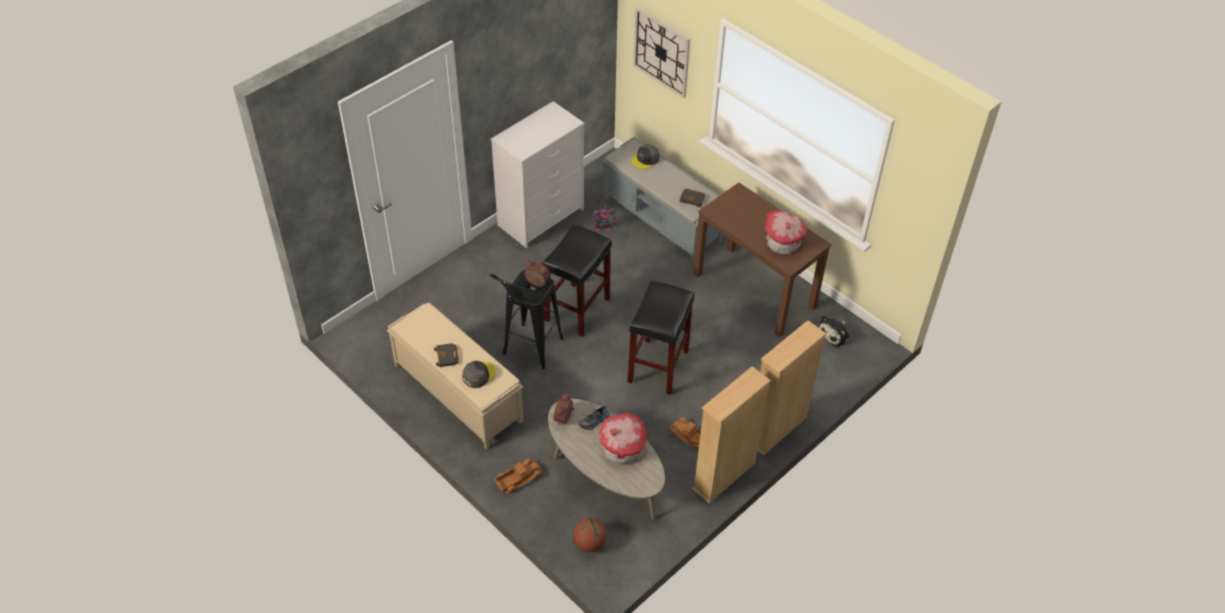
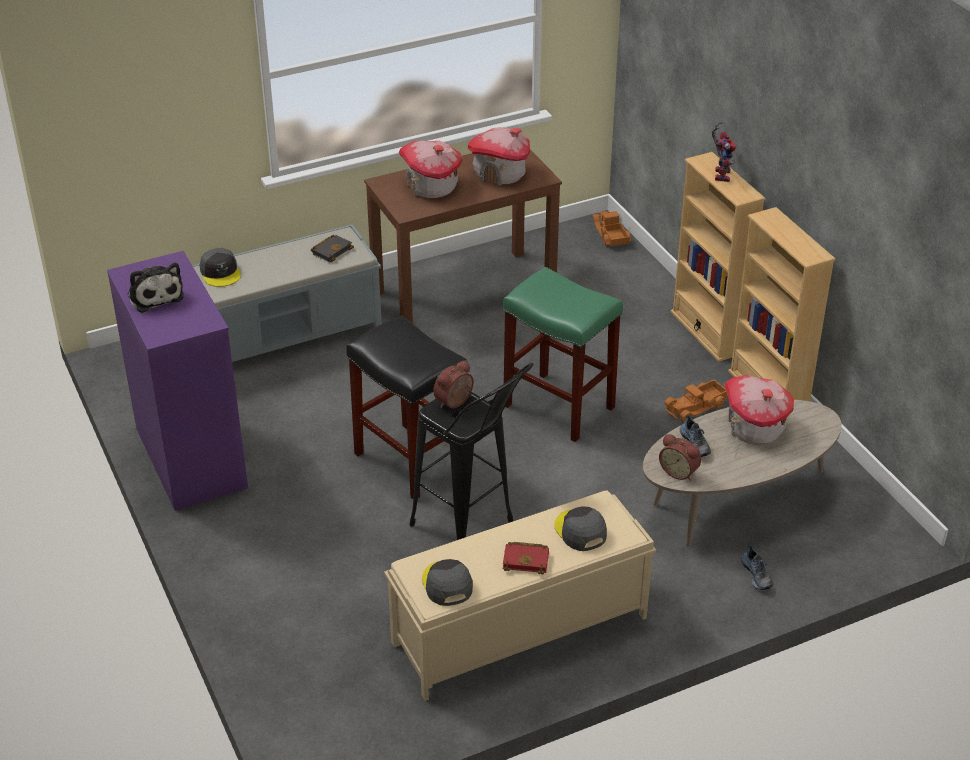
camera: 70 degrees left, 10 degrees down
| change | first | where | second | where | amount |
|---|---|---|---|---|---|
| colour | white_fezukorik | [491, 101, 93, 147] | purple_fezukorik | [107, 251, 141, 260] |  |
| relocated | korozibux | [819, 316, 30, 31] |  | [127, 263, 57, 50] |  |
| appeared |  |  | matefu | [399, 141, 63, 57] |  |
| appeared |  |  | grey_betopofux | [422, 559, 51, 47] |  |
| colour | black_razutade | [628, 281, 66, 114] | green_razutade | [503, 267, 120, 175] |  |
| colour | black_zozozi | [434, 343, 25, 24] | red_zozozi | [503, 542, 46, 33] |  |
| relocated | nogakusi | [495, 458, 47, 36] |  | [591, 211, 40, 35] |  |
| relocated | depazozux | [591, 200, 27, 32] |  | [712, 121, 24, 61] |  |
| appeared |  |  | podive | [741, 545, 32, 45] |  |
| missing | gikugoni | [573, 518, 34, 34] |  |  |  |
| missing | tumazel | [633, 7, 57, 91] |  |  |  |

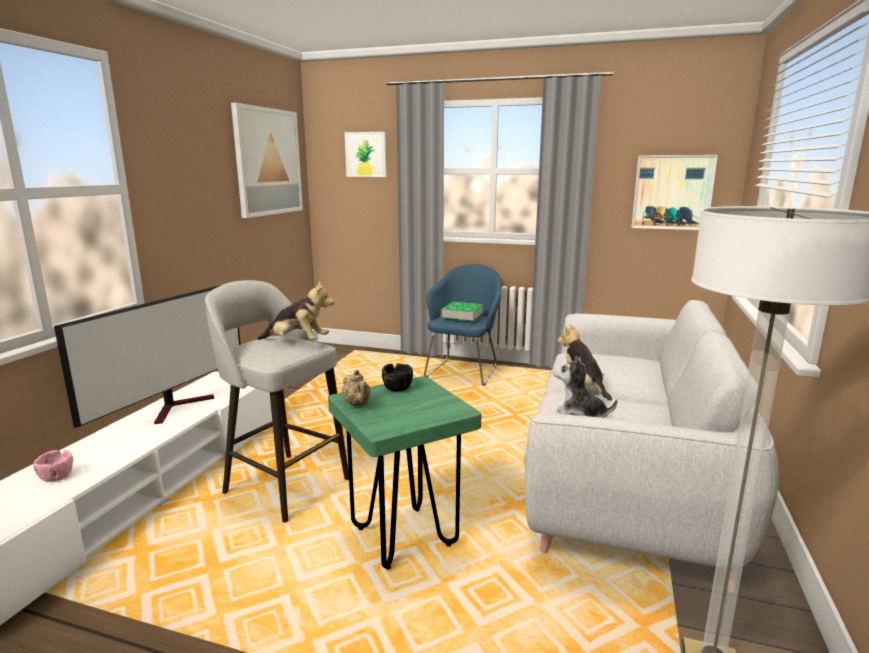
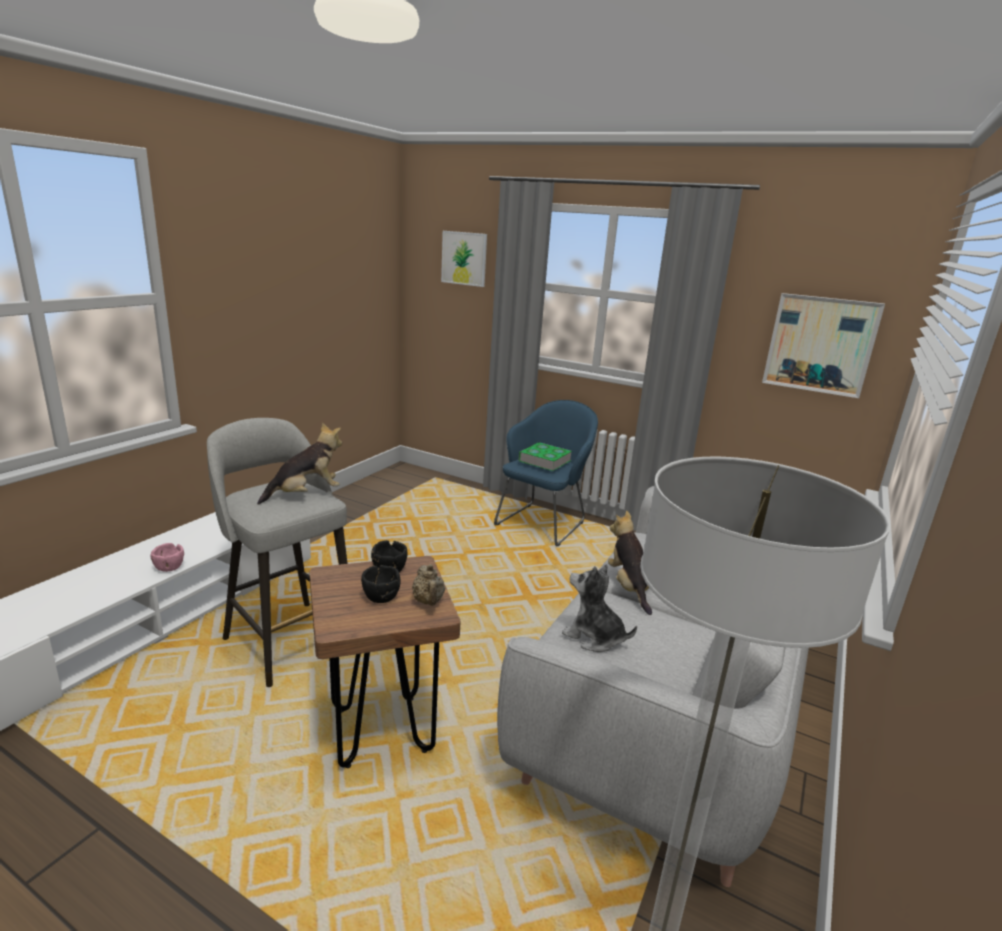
camera: 10 degrees right, 5 degrees up
| change | first | where | second | where | amount |
|---|---|---|---|---|---|
| relocated | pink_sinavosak | [34, 450, 39, 32] |  | [151, 543, 33, 29] |  |
| spun | korozibux | [257, 280, 77, 60] |  | [257, 423, 85, 82] | 60 degrees counterclockwise |
| colour | green_razutade | [328, 376, 153, 193] | brown_razutade | [309, 556, 152, 212] |  |
| appeared |  |  | black_sinavosak | [361, 565, 39, 38] |  |
| relocated | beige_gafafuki | [341, 370, 30, 36] |  | [412, 564, 33, 42] |  |
| missing | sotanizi | [54, 285, 187, 143] |  |  |  |
| missing | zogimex | [231, 103, 72, 115] |  |  |  |

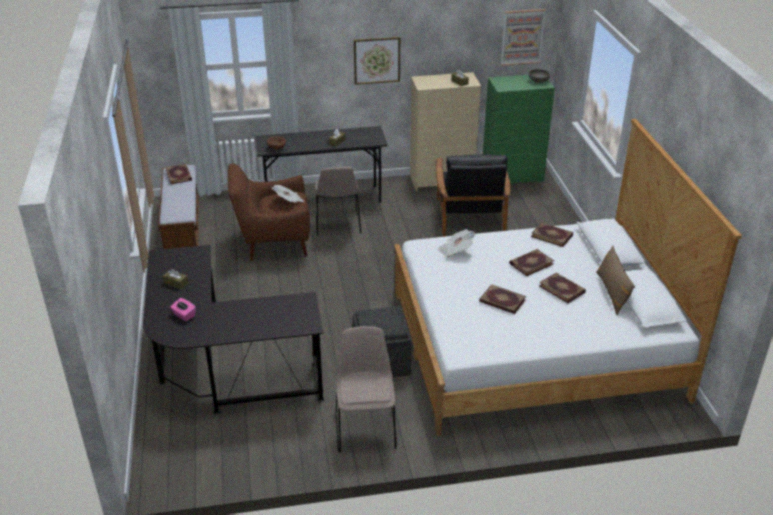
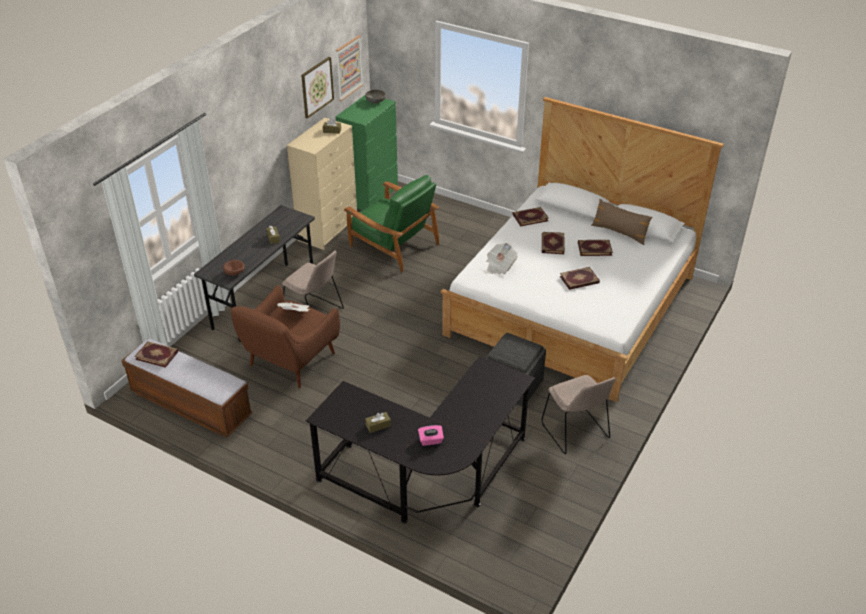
camera: 50 degrees left, 5 degrees up
| change | first | where | second | where | amount |
|---|---|---|---|---|---|
| relocated | zogimex | [354, 37, 46, 48] |  | [301, 57, 33, 61] |  |
| colour | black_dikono | [436, 154, 75, 83] | green_dikono | [344, 175, 95, 97] |  |
| spun | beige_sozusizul | [335, 326, 62, 126] |  | [541, 375, 74, 79] | 150 degrees counterclockwise |

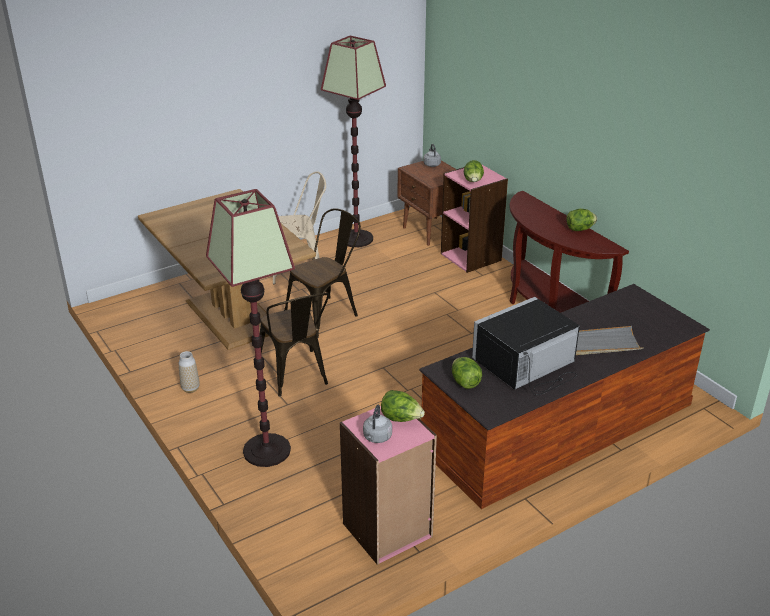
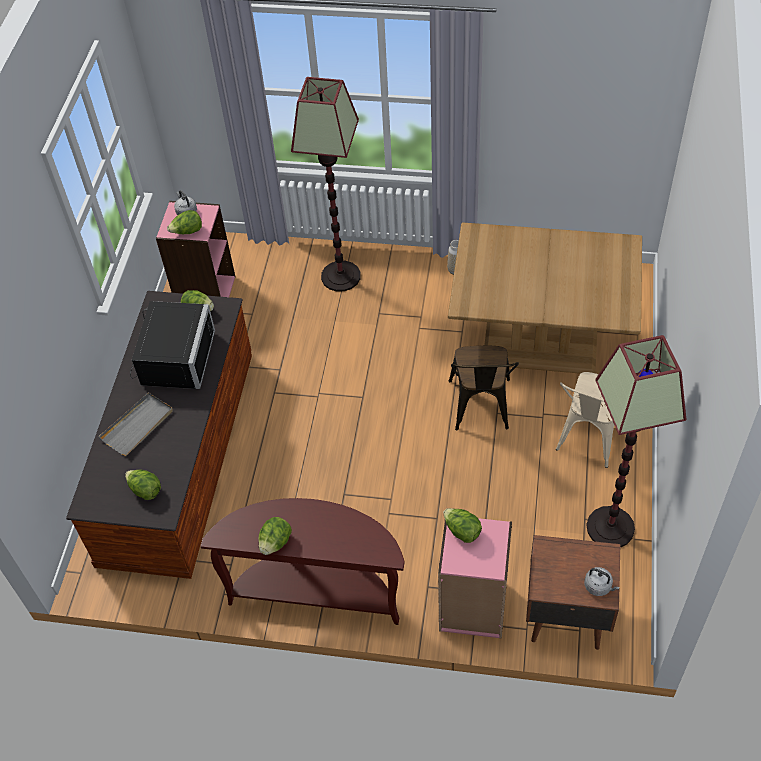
camera: 135 degrees right, 20 degrees up
| change | first | where | second | where | amount |
|---|---|---|---|---|---|
| appeared |  |  | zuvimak | [125, 470, 36, 30] |  |
| missing | brown_sozusizul | [260, 293, 69, 104] |  |  |  |

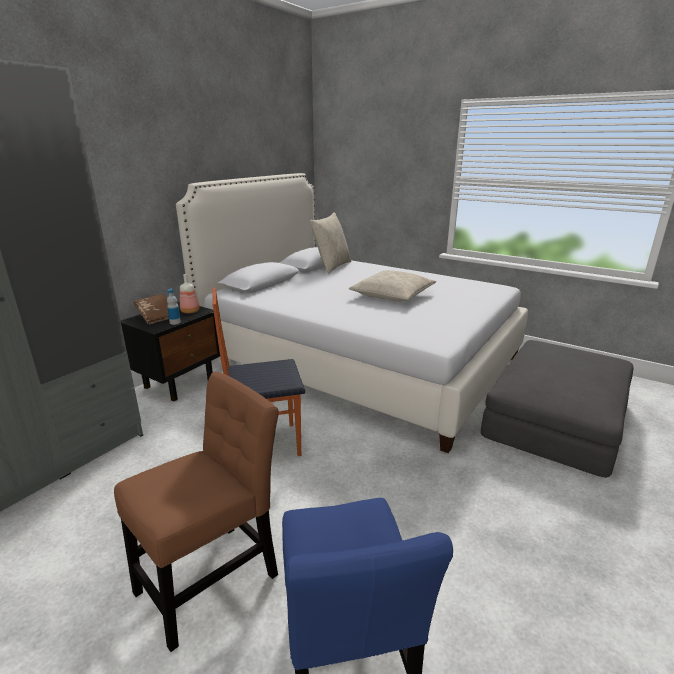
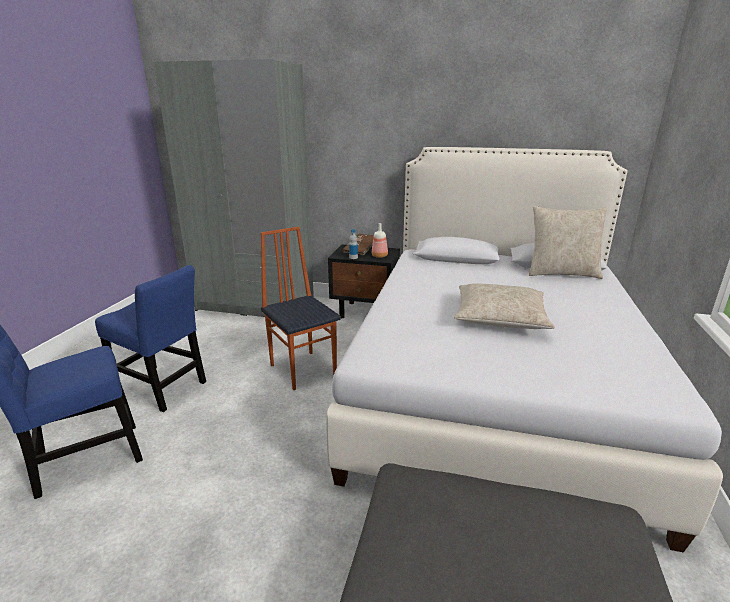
camera: 70 degrees right, 0 degrees up
| change | first | where | second | where | amount |
|---|---|---|---|---|---|
| colour | brown_sozusizul | [114, 371, 165, 281] | blue_sozusizul | [95, 265, 111, 147] |  |

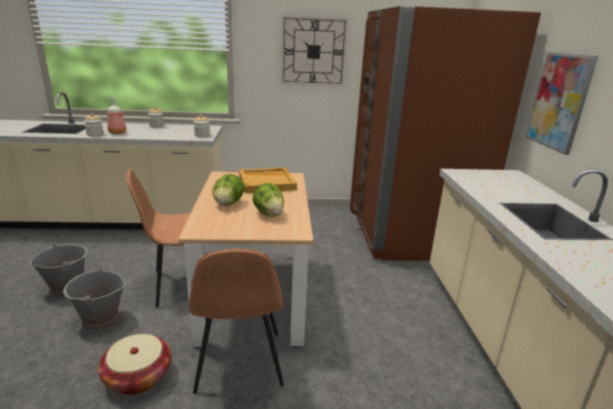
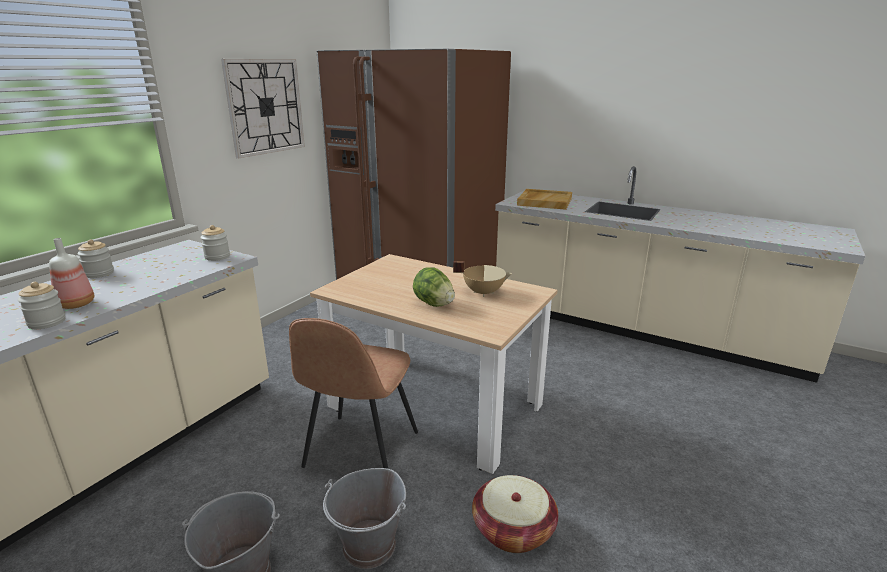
camera: 55 degrees left, 0 degrees up
| change | first | where | second | where | amount |
|---|---|---|---|---|---|
| exchanged | zuvimak | [252, 183, 32, 34] | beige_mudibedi | [453, 261, 59, 36] |  |
| relocated | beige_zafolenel | [239, 167, 58, 26] |  | [517, 189, 55, 21] |  |
| missing | brown_sozusizul | [189, 248, 95, 146] |  |  |  |
| missing | zogimex | [526, 52, 72, 103] |  |  |  |

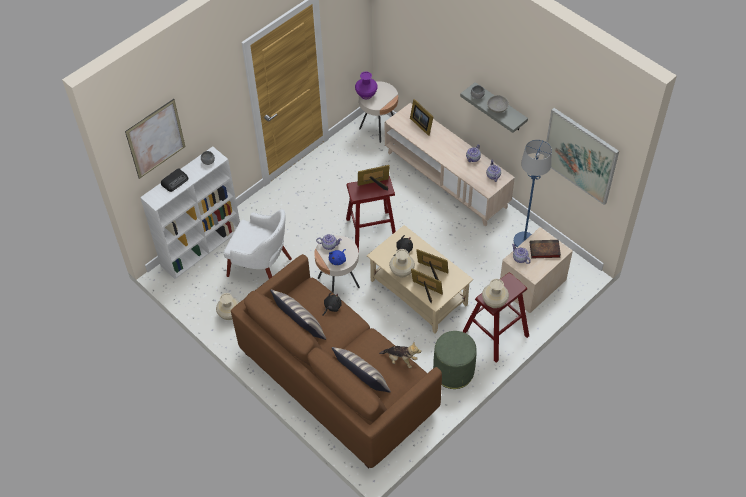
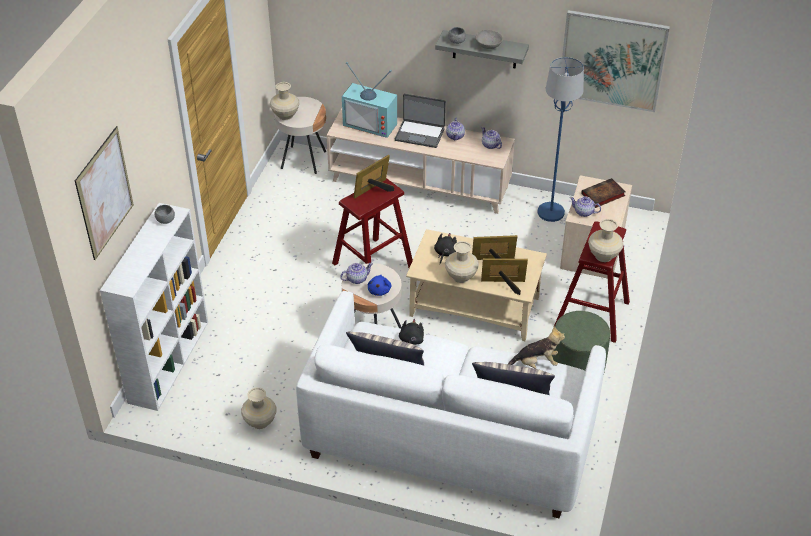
camera: 30 degrees left, 10 degrees down
| change | first | where | second | where | amount |
|---|---|---|---|---|---|
| colour | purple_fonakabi | [355, 71, 23, 28] | beige_fonakabi | [270, 82, 29, 38] |  |
| colour | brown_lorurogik | [231, 254, 211, 214] | white_lorurogik | [296, 291, 310, 227] |  |
| exchanged | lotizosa | [410, 99, 24, 37] | sotanizi | [342, 62, 55, 76] |  |
| appeared |  |  | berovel | [395, 94, 51, 54] |  |
| missing | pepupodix | [161, 168, 27, 24] |  |  |  |
| missing | white_dikono | [224, 209, 68, 70] |  |  |  |

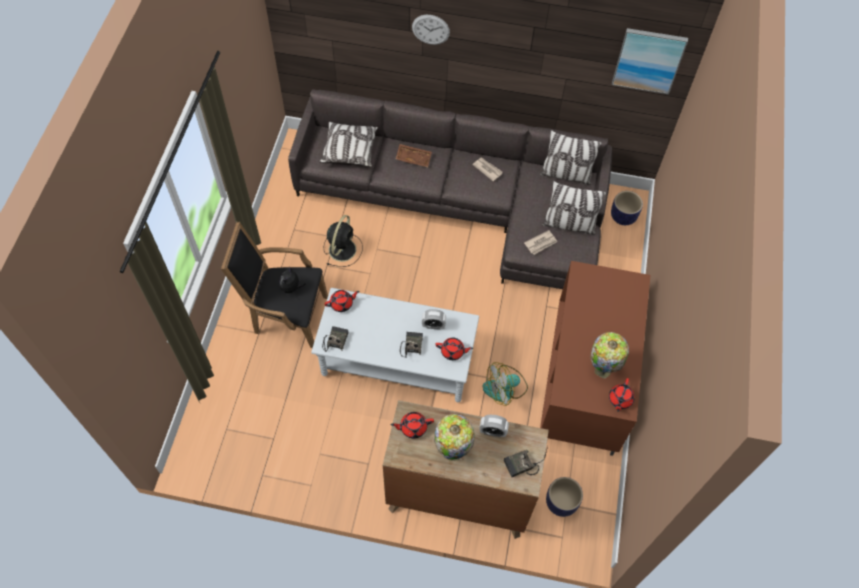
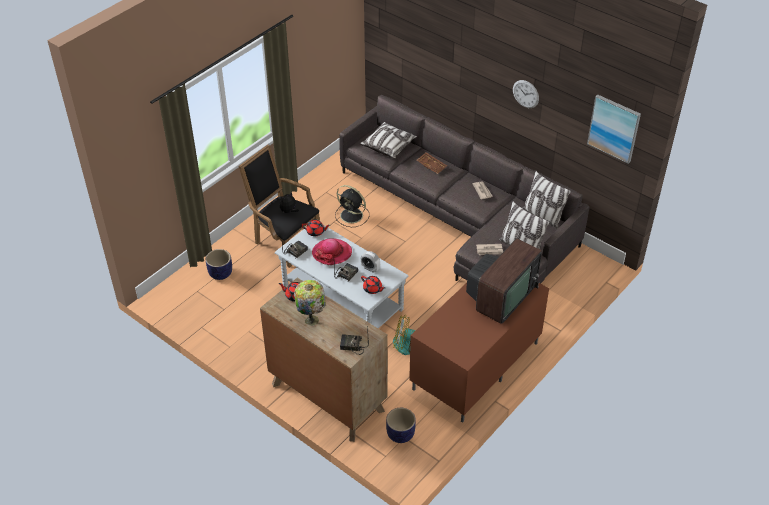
camera: 30 degrees right, 15 degrees down
| change | first | where | second | where | amount |
|---|---|---|---|---|---|
| relocated | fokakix | [611, 191, 32, 34] |  | [206, 249, 26, 31] |  |
| appeared |  |  | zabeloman | [312, 238, 40, 27] |  |
| spun | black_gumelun | [324, 215, 39, 52] |  | [335, 185, 35, 42] | 75 degrees clockwise |
| appeared |  |  | sotanizi | [466, 238, 76, 86] |  |
| relocated | tumazel | [412, 15, 38, 30] |  | [513, 80, 26, 28] |  |
| missing | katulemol | [479, 415, 30, 22] |  |  |  |
| missing | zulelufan | [591, 332, 38, 46] |  |  |  |
| missing | red_gafafuki | [609, 378, 26, 34] |  |  |  |

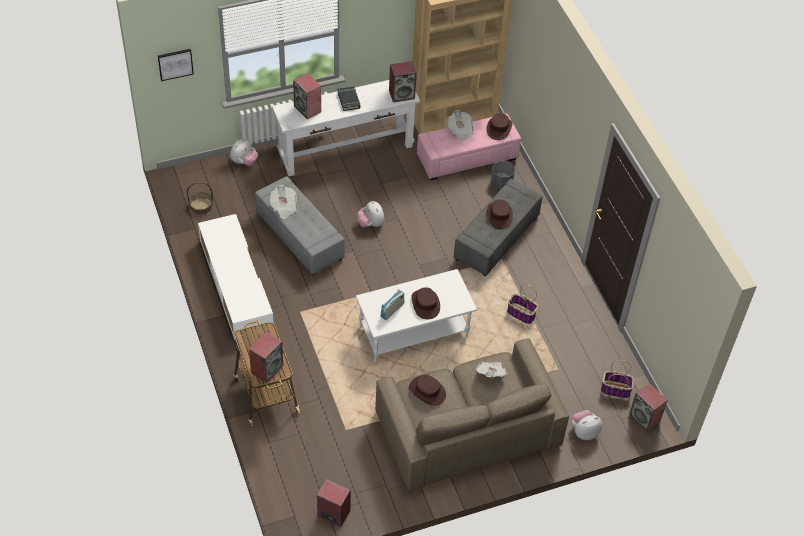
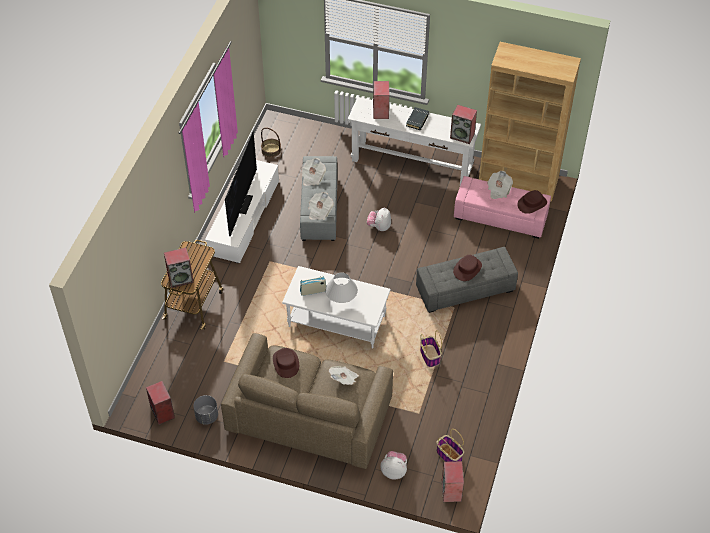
camera: 40 degrees right, 0 degrees up
| change | first | where | second | where | amount |
|---|---|---|---|---|---|
| relocated | grey_fokakix | [491, 161, 24, 28] |  | [193, 395, 25, 30] |  |
| appeared |  |  | sotanizi | [225, 131, 32, 105] |  |
| appeared |  |  | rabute | [308, 192, 26, 28] |  |
| exchanged | brown_zabeloman | [411, 287, 29, 32] | white_zulelufan | [326, 272, 32, 31] |  |
| missing | zogimex | [158, 49, 36, 32] |  |  |  |
| missing | korozibux | [230, 139, 28, 27] |  |  |  |

